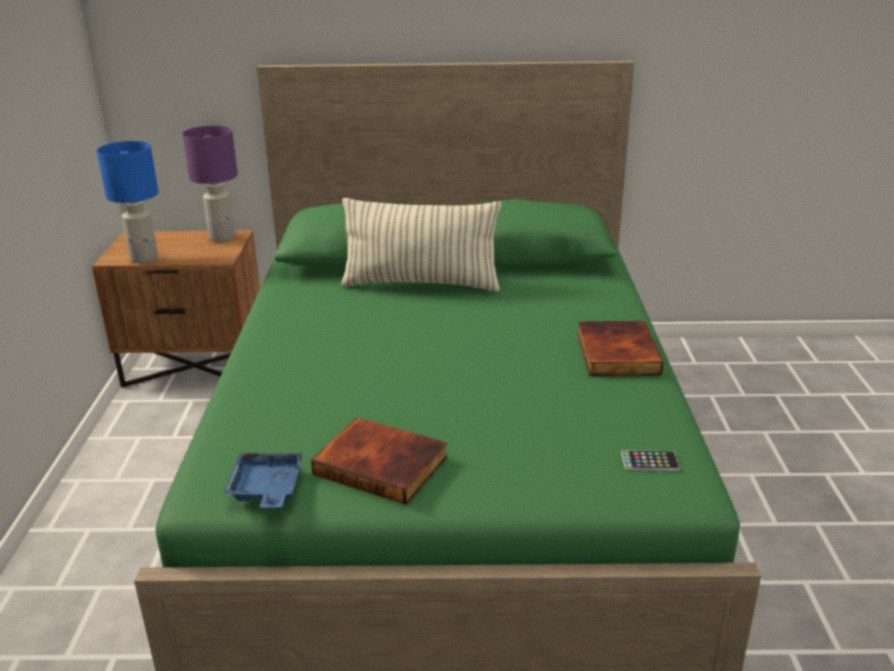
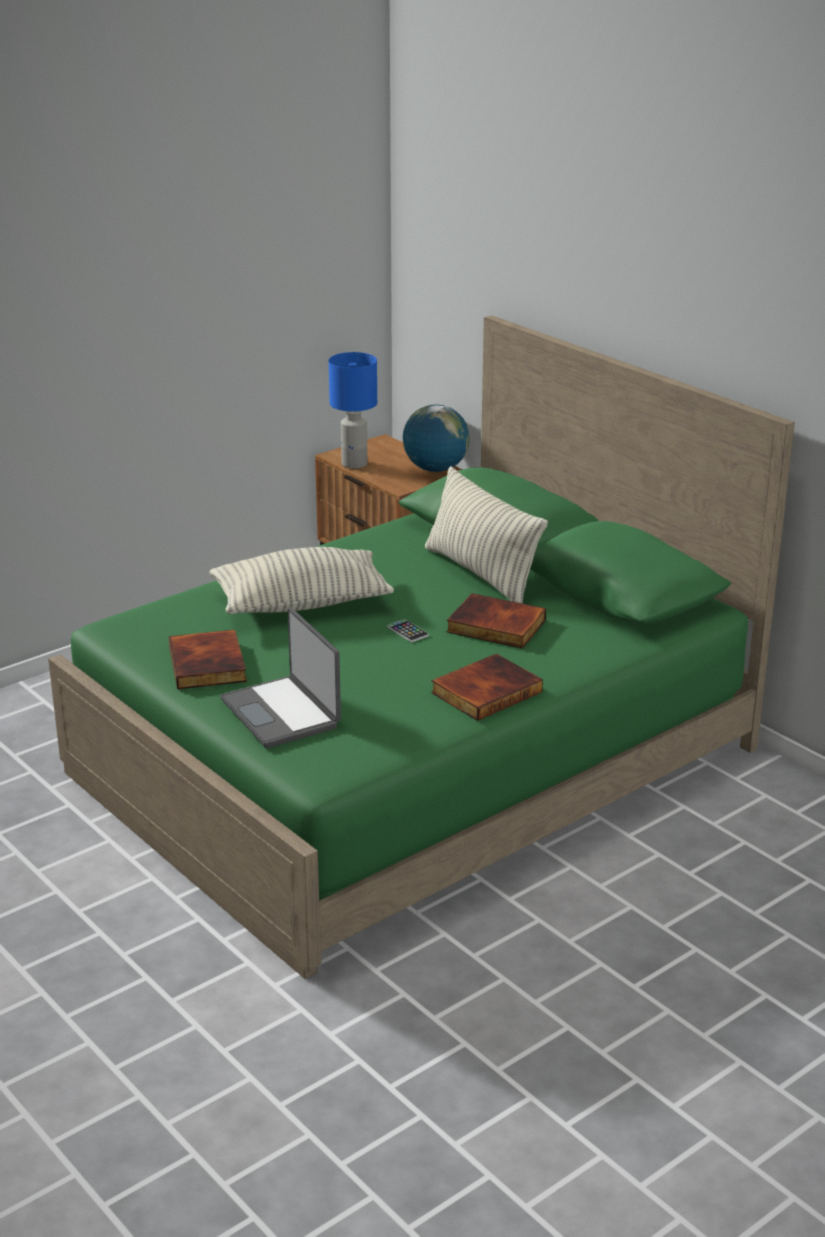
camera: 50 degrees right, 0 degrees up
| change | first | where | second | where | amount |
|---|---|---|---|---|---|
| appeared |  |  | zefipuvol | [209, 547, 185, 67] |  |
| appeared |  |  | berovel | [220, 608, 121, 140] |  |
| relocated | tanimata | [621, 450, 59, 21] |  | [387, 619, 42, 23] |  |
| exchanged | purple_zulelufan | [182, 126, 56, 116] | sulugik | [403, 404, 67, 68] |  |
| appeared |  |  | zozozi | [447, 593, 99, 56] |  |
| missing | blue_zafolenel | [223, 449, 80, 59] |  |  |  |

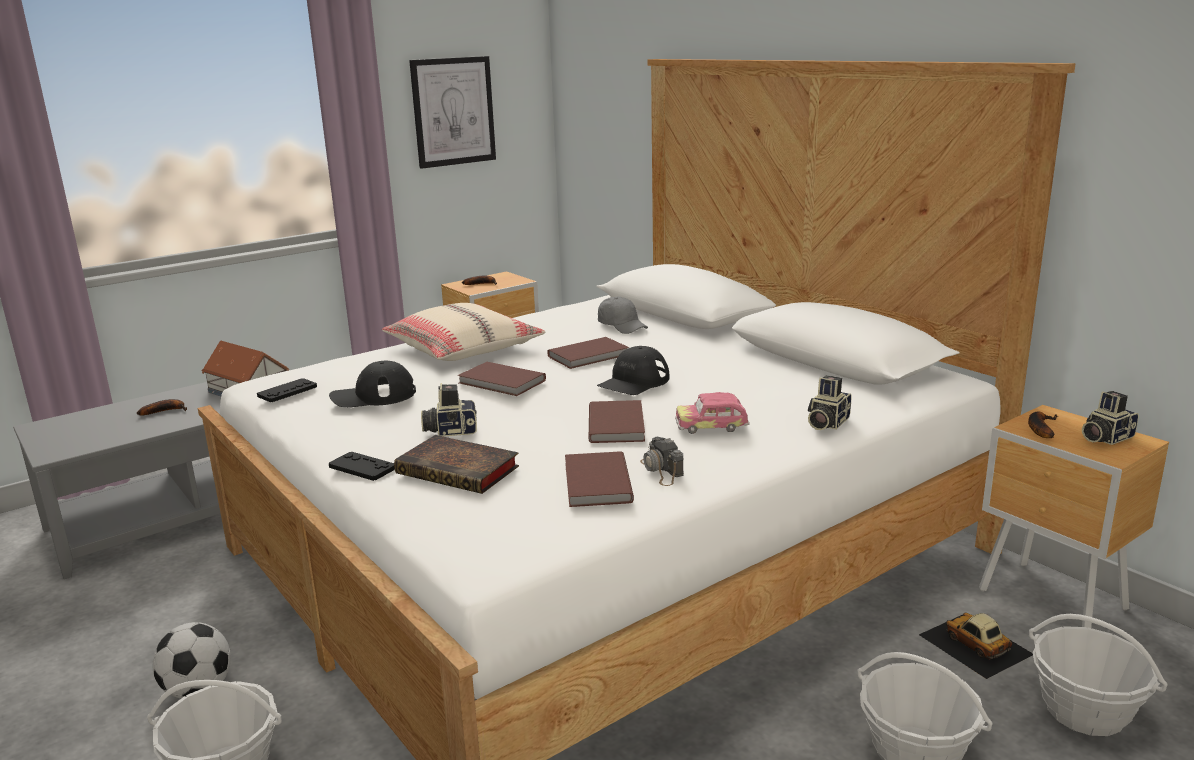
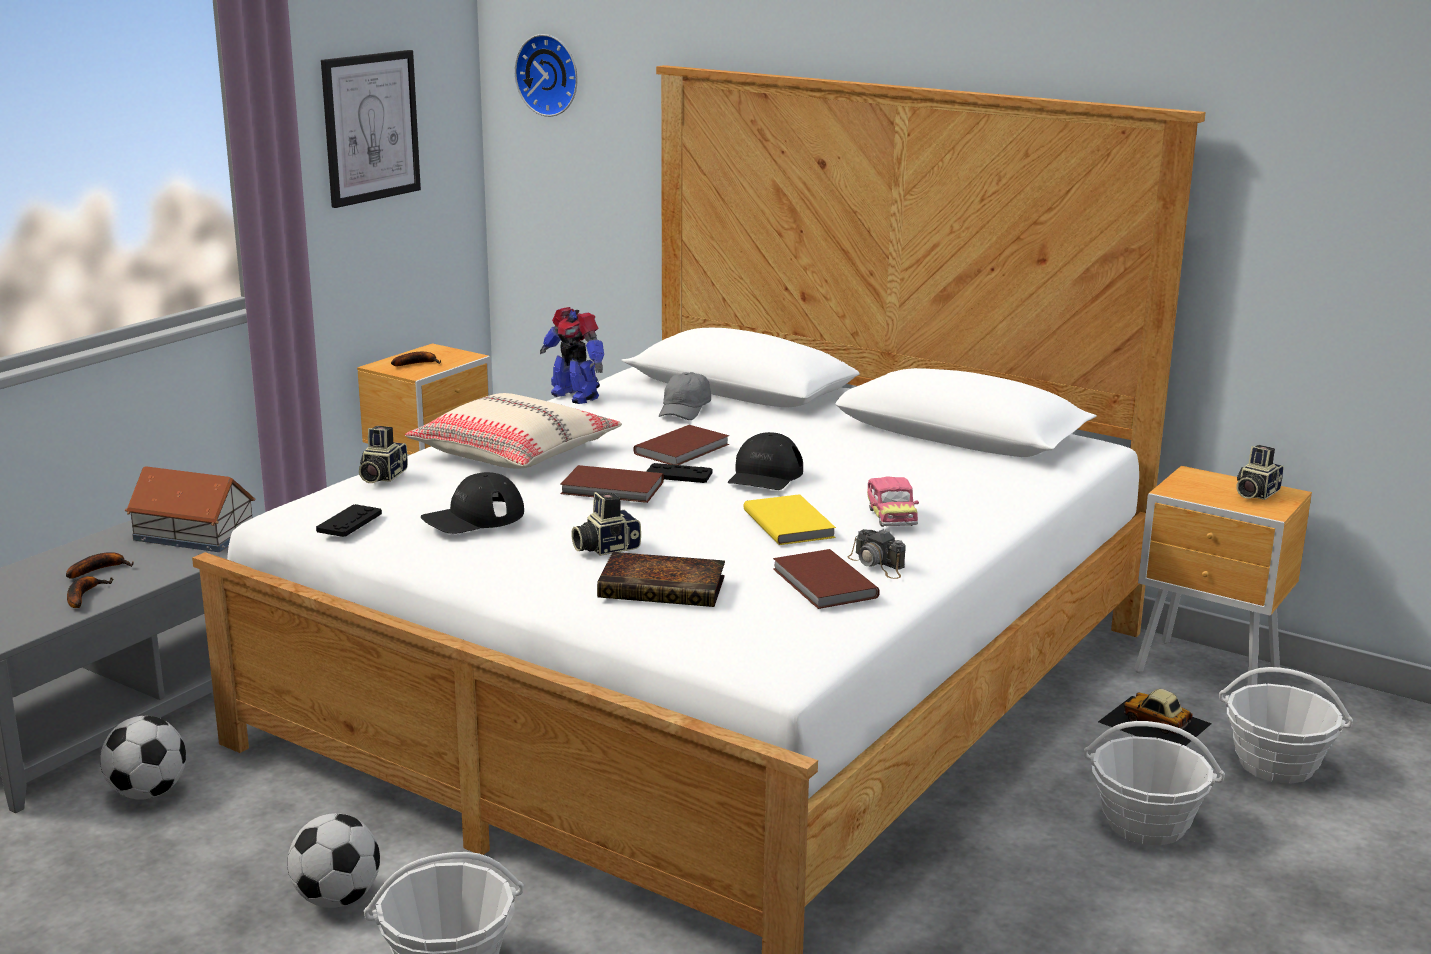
camera: 20 degrees left, 0 degrees up
| change | first | where | second | where | amount |
|---|---|---|---|---|---|
| relocated | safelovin | [1028, 412, 30, 26] |  | [67, 576, 47, 32] |  |
| appeared |  |  | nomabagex | [100, 716, 86, 84] |  |
| relocated | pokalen | [808, 375, 44, 55] |  | [359, 426, 49, 57] |  |
| appeared |  |  | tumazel | [515, 34, 63, 83] |  |
| appeared |  |  | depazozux | [540, 307, 64, 97] |  |
| relocated | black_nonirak | [329, 452, 66, 29] |  | [646, 463, 67, 20] |  |
| spun | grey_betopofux | [598, 296, 50, 38] |  | [659, 372, 52, 48] | 75 degrees clockwise |
| colour | brown_zozozi | [589, 400, 56, 43] | yellow_zozozi | [744, 494, 92, 51] |  |
| spun | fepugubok | [675, 392, 75, 42] |  | [867, 476, 52, 51] | 75 degrees counterclockwise |

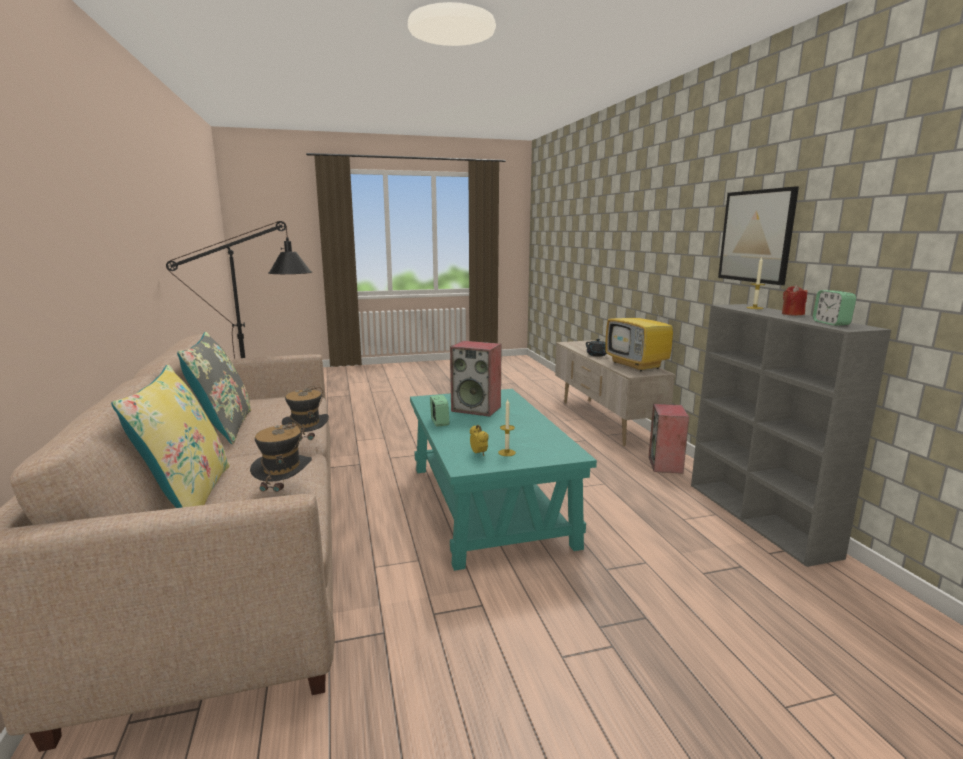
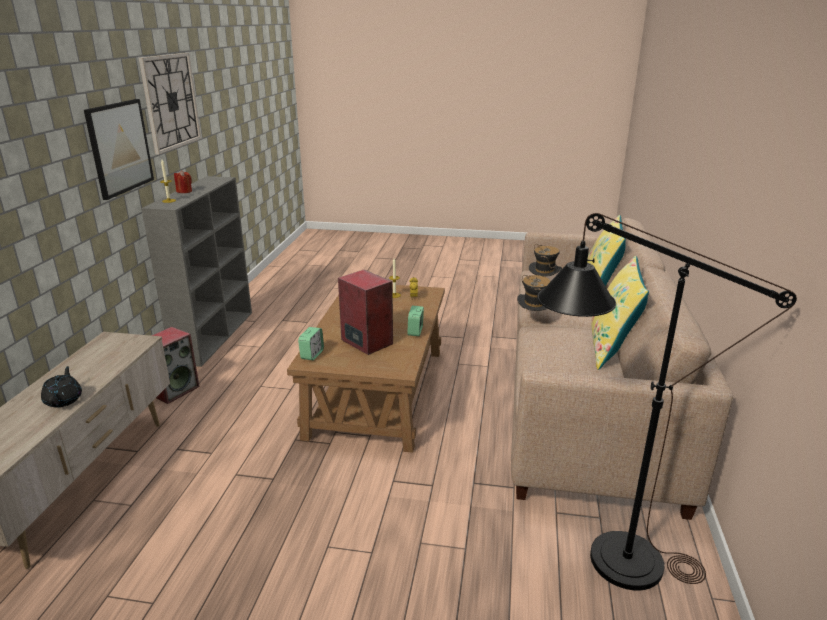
camera: 155 degrees left, 10 degrees up
| change | first | where | second | where | amount |
|---|---|---|---|---|---|
| appeared |  |  | tumazel | [139, 53, 62, 101] |  |
| colour | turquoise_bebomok | [410, 389, 187, 182] | brown_bebomok | [287, 285, 158, 168] |  |
| relocated | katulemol | [813, 290, 43, 36] |  | [298, 327, 26, 33] |  |
| colour | grey_zefipuvol | [177, 332, 74, 112] | yellow_zefipuvol | [592, 256, 57, 114] |  |
| missing | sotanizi | [605, 296, 68, 75] |  |  |  |

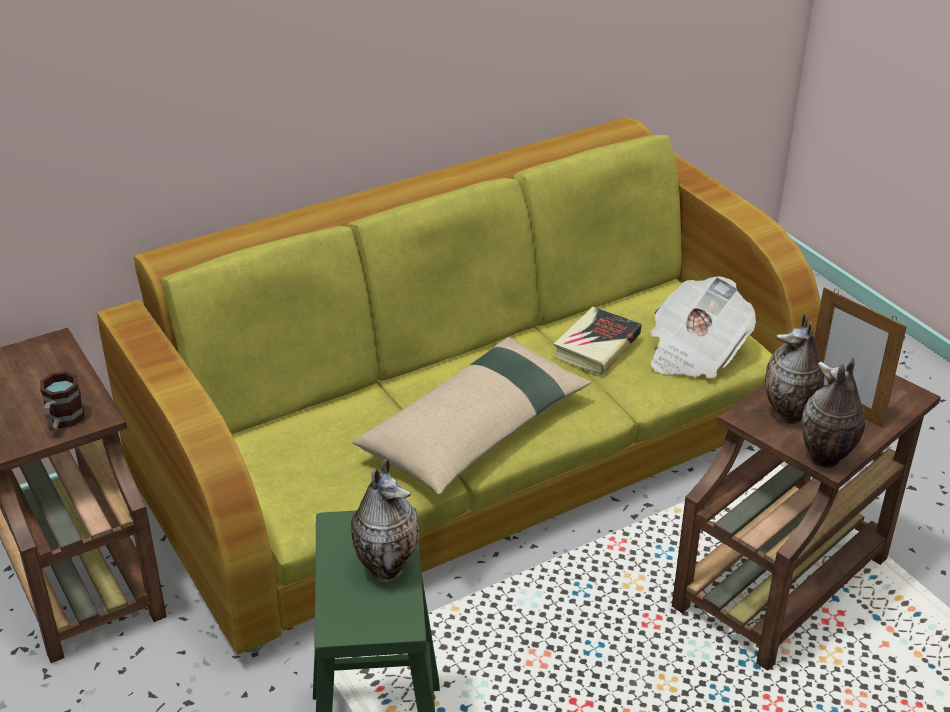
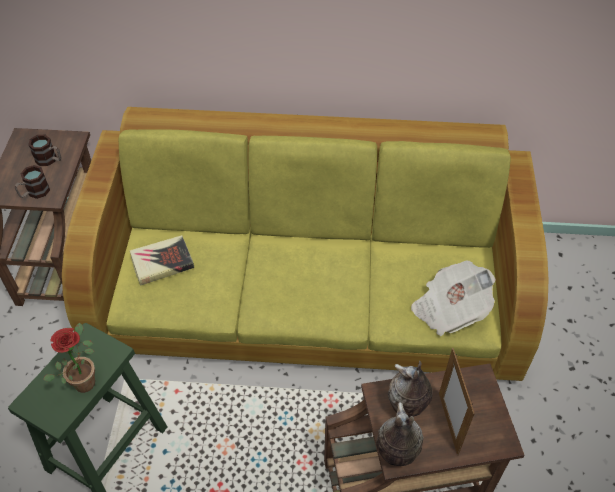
camera: 35 degrees right, 15 degrees up
| change | first | where | second | where | amount |
|---|---|---|---|---|---|
| appeared |  |  | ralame | [28, 135, 34, 31] |  |
| exchanged | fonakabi | [351, 459, 69, 123] | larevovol | [43, 323, 52, 70] |  |
| relocated | zozozi | [553, 307, 88, 68] |  | [129, 235, 65, 51] |  |
| missing | beige_zefipuvol | [353, 337, 238, 158] |  |  |  |

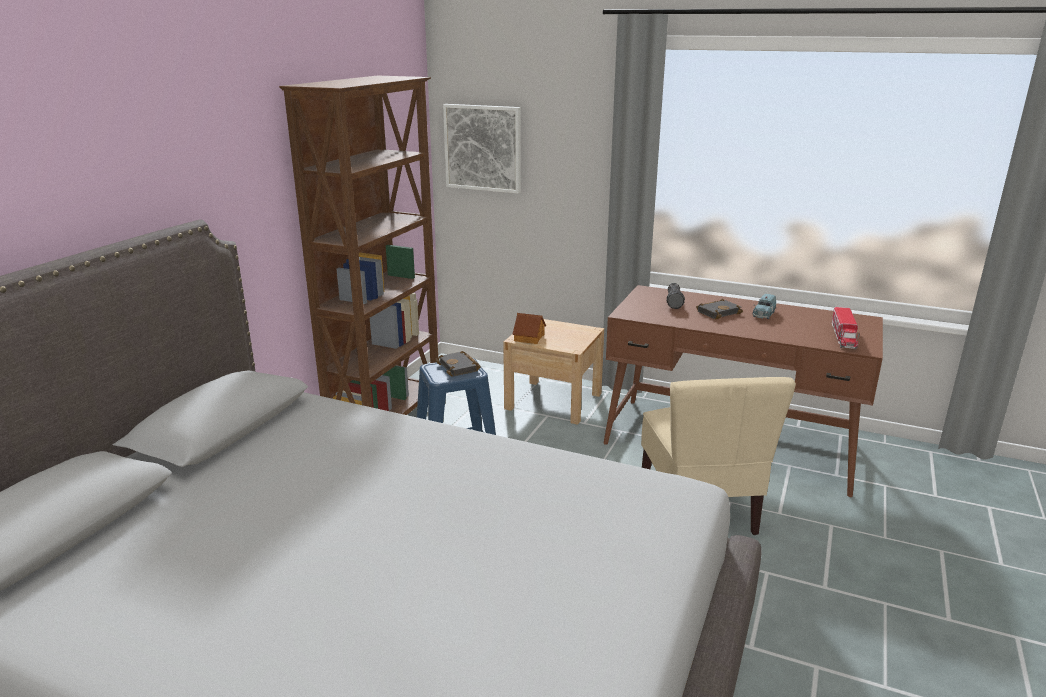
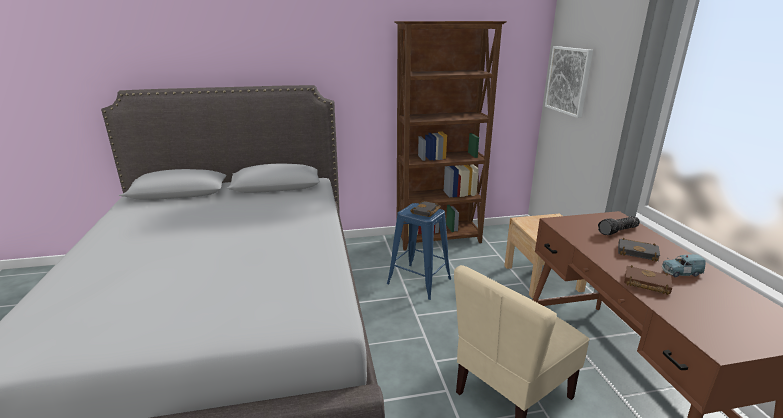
camera: 55 degrees right, 0 degrees up
| change | first | where | second | where | amount |
|---|---|---|---|---|---|
| appeared |  |  | brown_zozozi | [624, 265, 48, 30] |  |
| missing | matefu | [513, 313, 33, 31] |  |  |  |
| missing | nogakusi | [832, 307, 28, 42] |  |  |  |

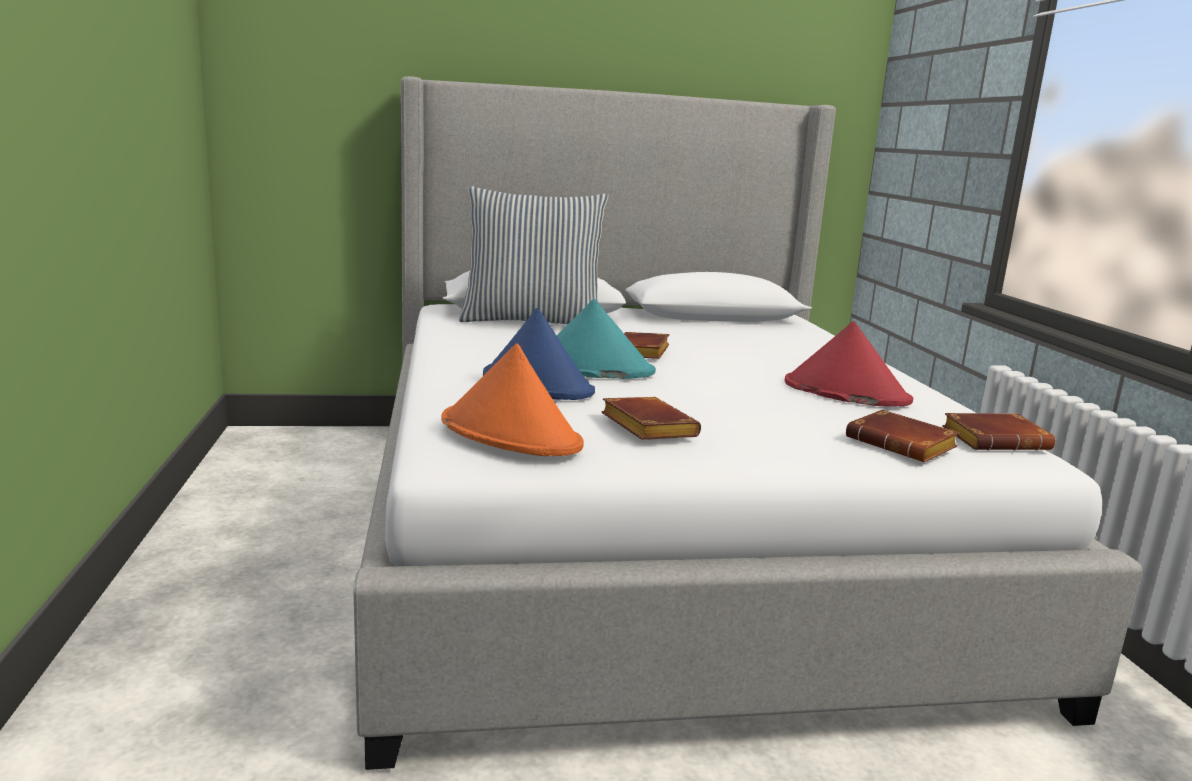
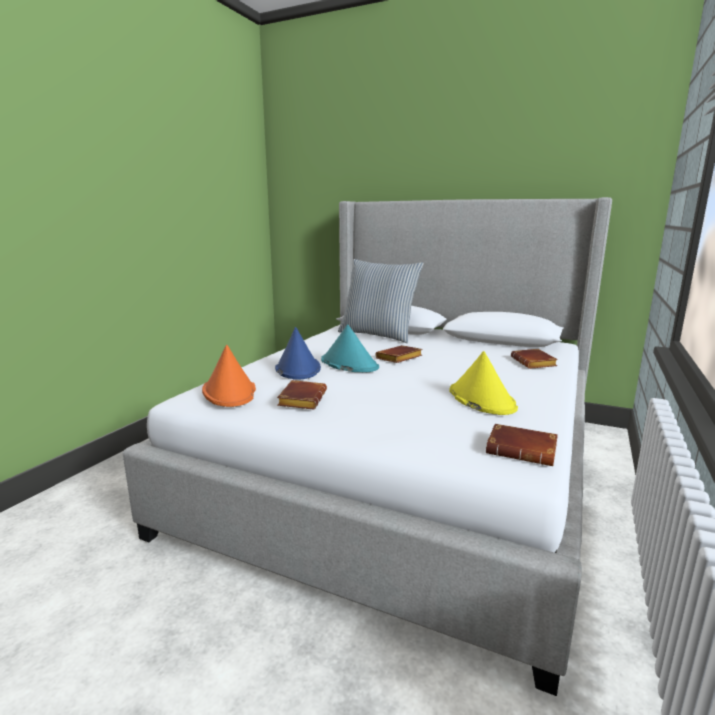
camera: 35 degrees right, 0 degrees up
| change | first | where | second | where | amount |
|---|---|---|---|---|---|
| colour | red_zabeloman | [785, 321, 128, 86] | yellow_zabeloman | [449, 351, 69, 64] |  |
| relocated | brown_zozozi | [846, 410, 113, 52] |  | [511, 349, 47, 20] |  |

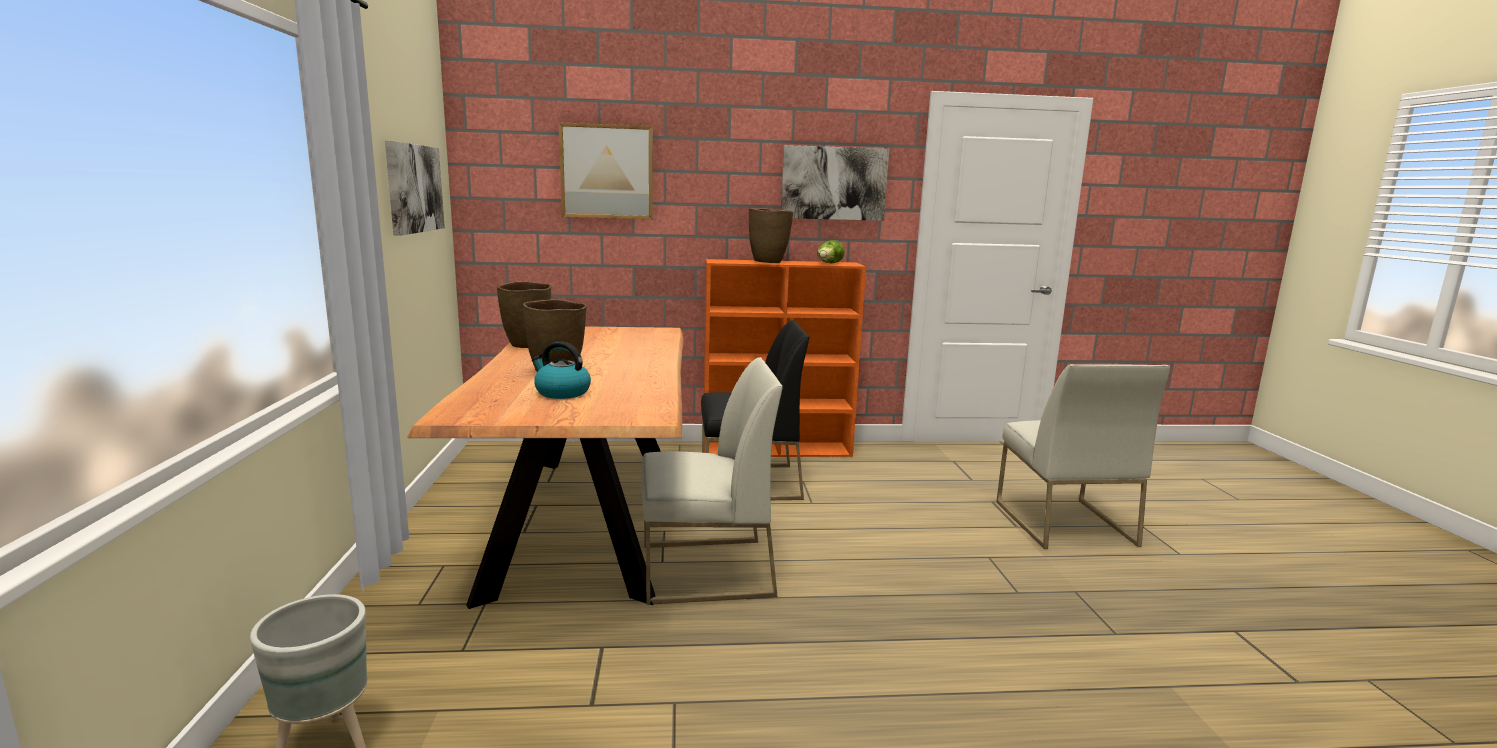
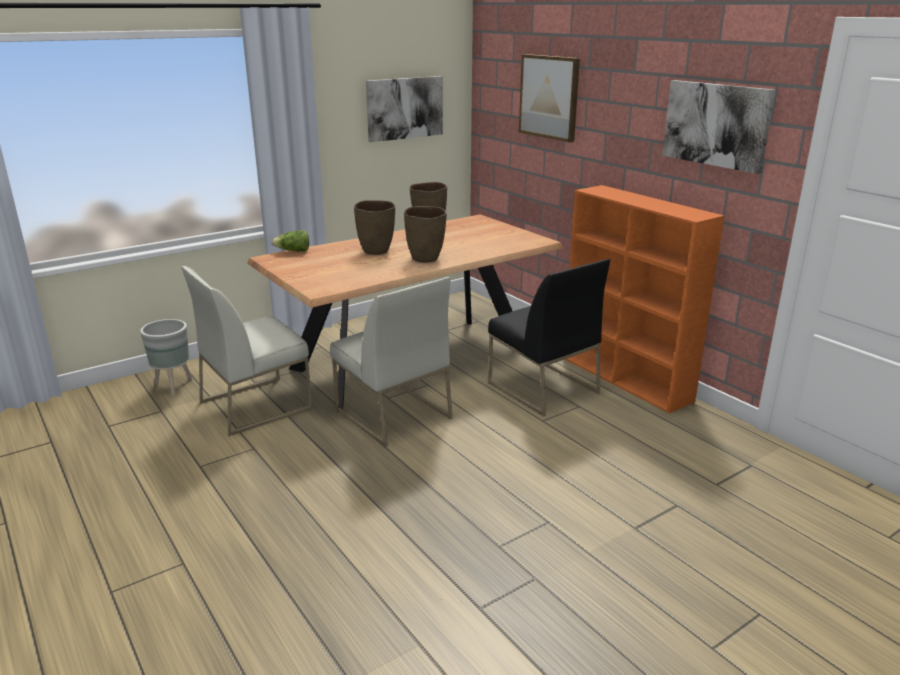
camera: 60 degrees right, 10 degrees up
| change | first | where | second | where | amount |
|---|---|---|---|---|---|
| relocated | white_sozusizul | [996, 364, 174, 185] |  | [181, 266, 131, 170] |  |
| relocated | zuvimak | [817, 240, 28, 23] |  | [271, 230, 38, 22] |  |
| relocated | brown_fonakabi | [749, 208, 44, 55] |  | [404, 206, 43, 57] |  |
| missing | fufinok | [532, 341, 59, 58] |  |  |  |

